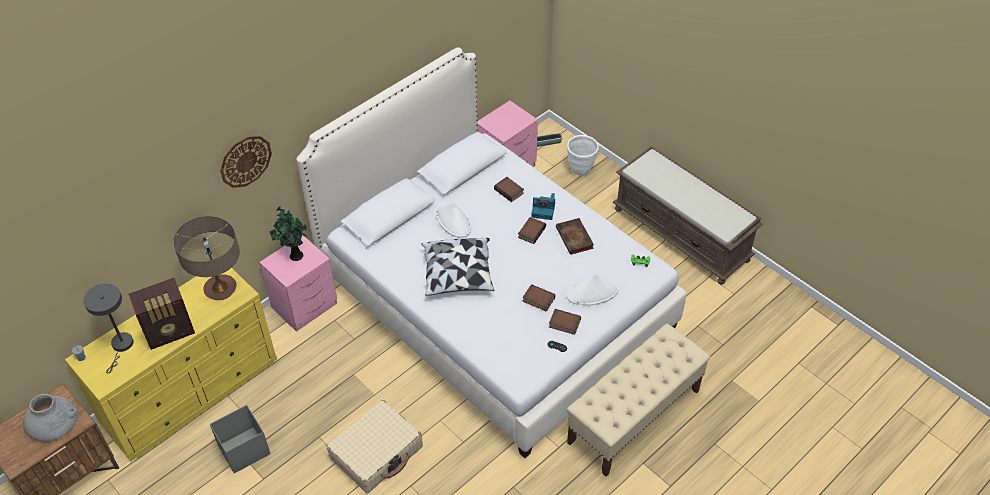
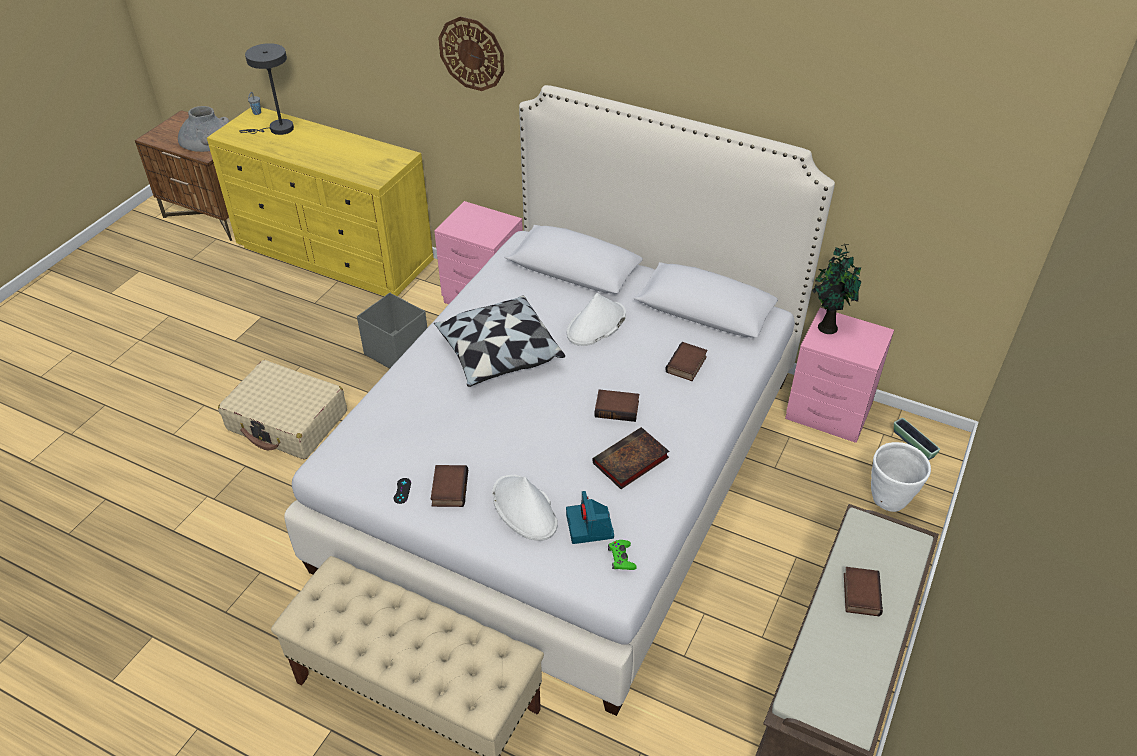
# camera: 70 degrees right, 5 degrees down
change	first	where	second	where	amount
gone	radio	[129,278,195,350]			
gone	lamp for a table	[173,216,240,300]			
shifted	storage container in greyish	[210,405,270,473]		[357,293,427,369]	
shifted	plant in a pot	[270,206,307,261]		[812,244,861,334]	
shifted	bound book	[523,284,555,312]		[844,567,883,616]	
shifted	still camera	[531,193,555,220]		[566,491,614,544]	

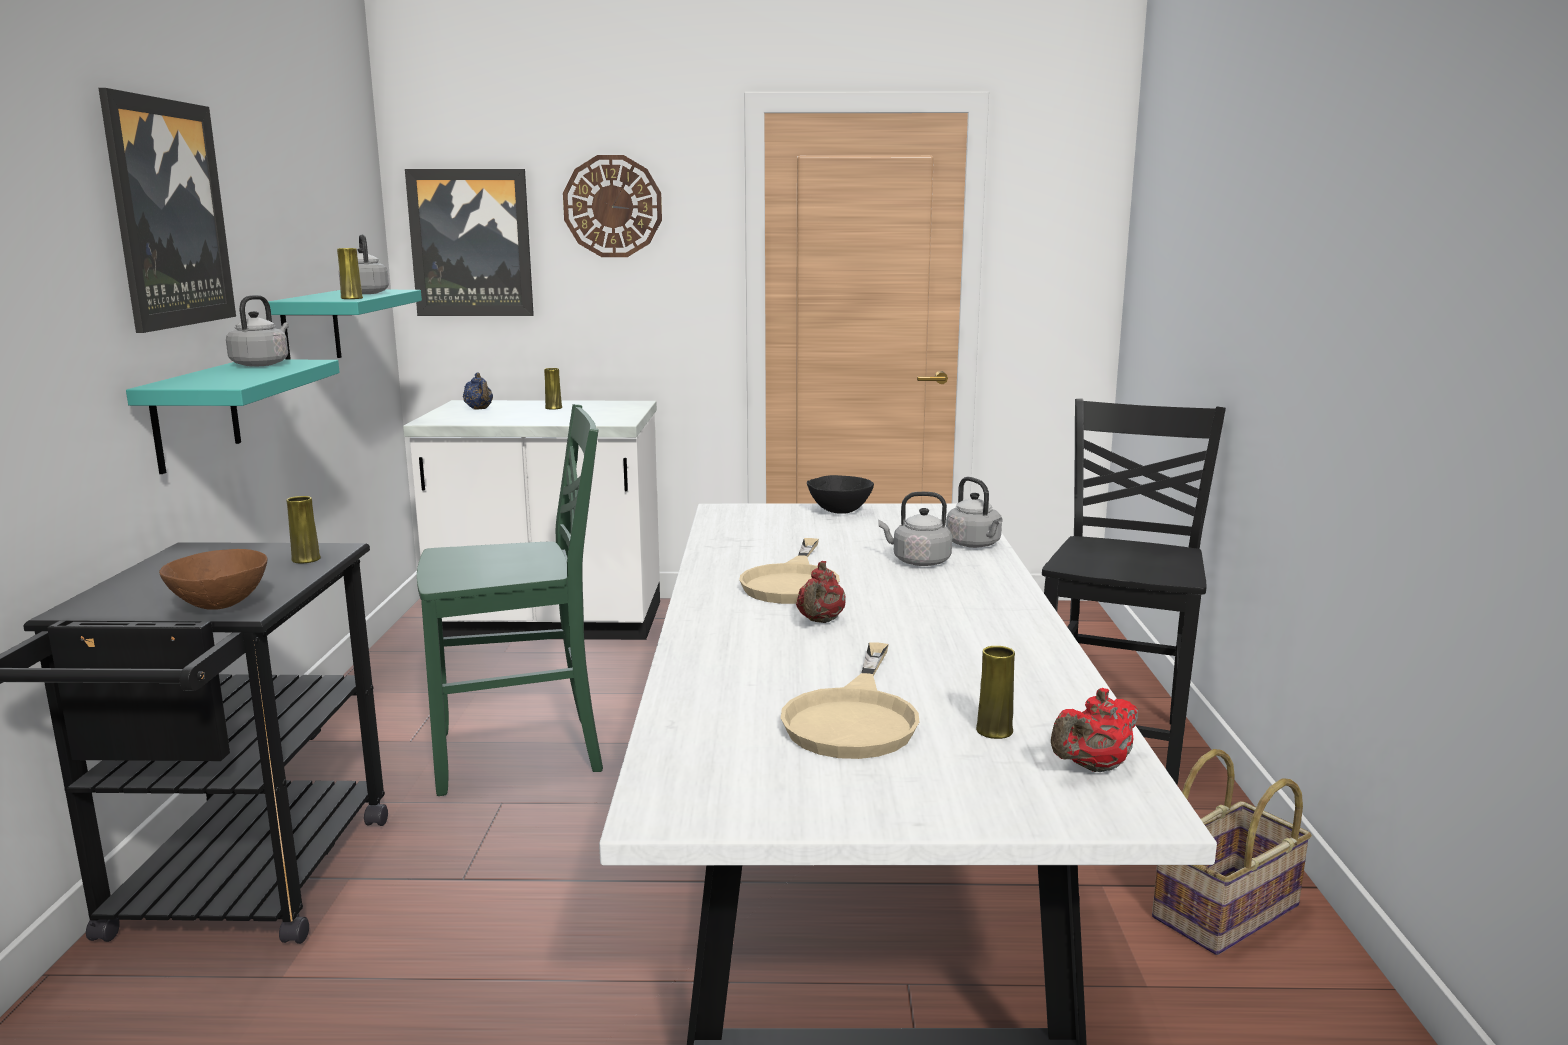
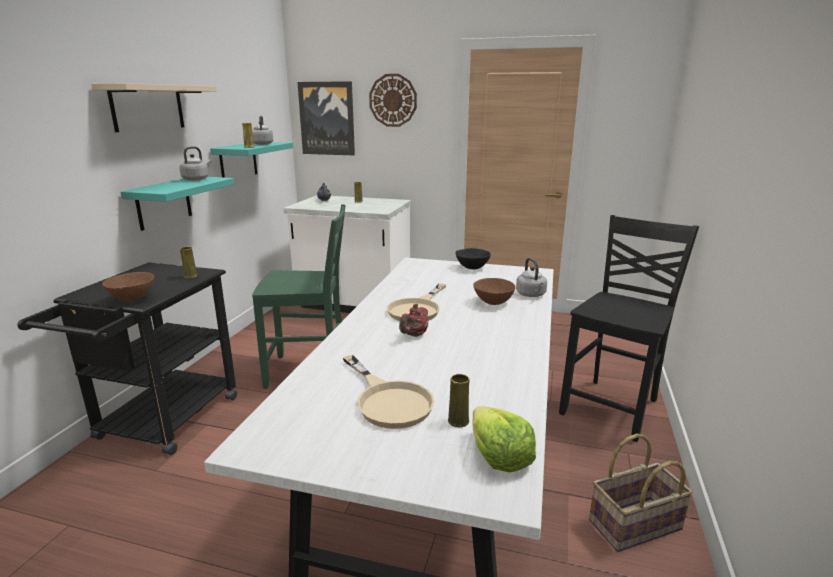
# camera: 15 degrees right, 5 degrees up
change	first	where	second	where	amount
swapped	picture	[99,88,236,333]	bracket shelf in beige-coloured	[91,83,216,132]	
swapped	tea kettle in greyish	[879,492,952,566]	bowl in brownish	[473,278,516,305]	
swapped	tea pot in reddish	[1051,688,1138,772]	lettuce	[473,406,536,473]	
rotated	skillet in beige-coloured	[781,642,919,759]		[343,355,435,429]	60 degrees counterclockwise

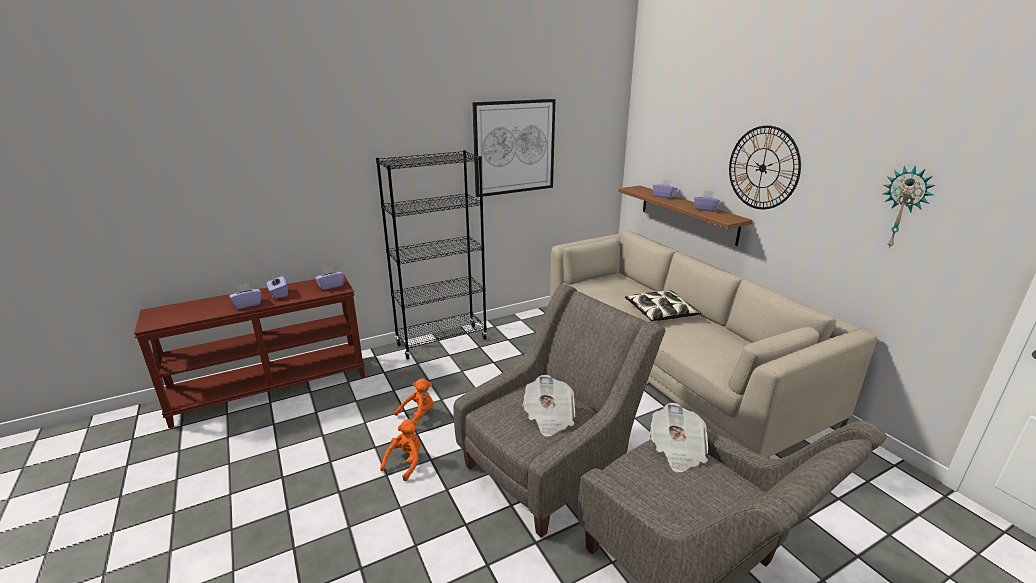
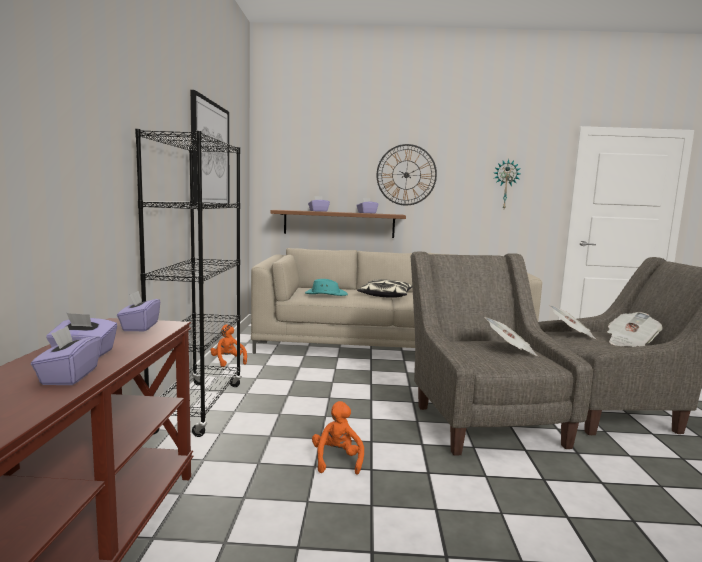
# camera: 60 degrees left, 15 degrees down
change	first	where	second	where	amount
new			clothing hat in turquoise	[305,279,348,296]	
new			printed paper	[607,312,663,347]	
shifted	soft toy in orange-coloured	[380,419,421,481]		[210,324,247,367]	

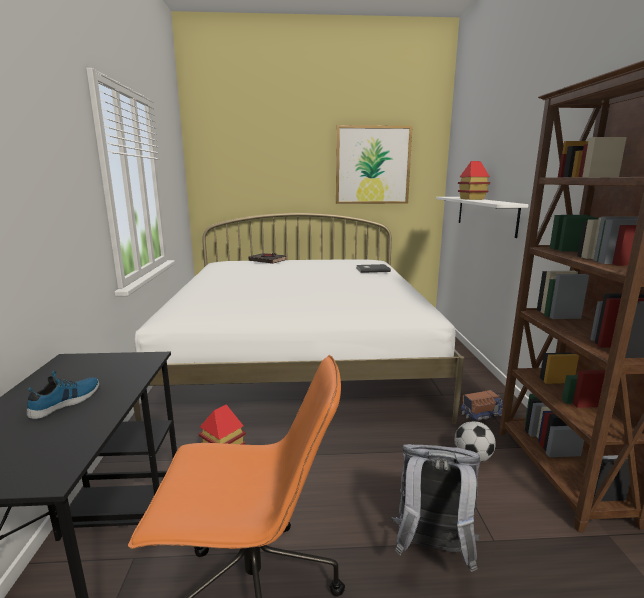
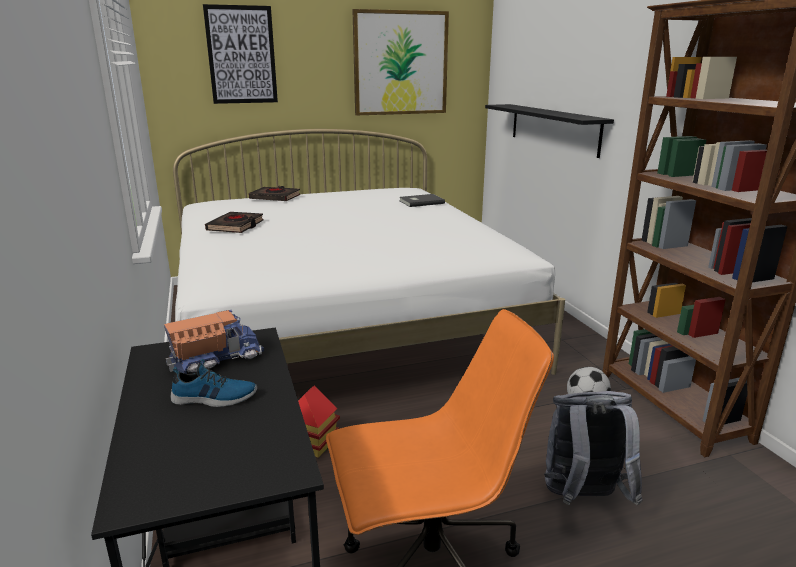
# camera: 15 degrees left, 5 degrees up
change	first	where	second	where	amount
gone	model house	[458,161,490,200]			
new			picture	[203,4,278,104]	
new			bound book in black-coloured	[205,212,264,233]	
shifted	toy lorry	[461,390,503,421]		[164,310,264,374]	
repainted	bracket shelf in whitish	[436,197,528,238]	bracket shelf in black-coloured	[485,104,614,158]	
rotated	shoe	[27,371,99,419]		[171,359,257,407]	75 degrees clockwise

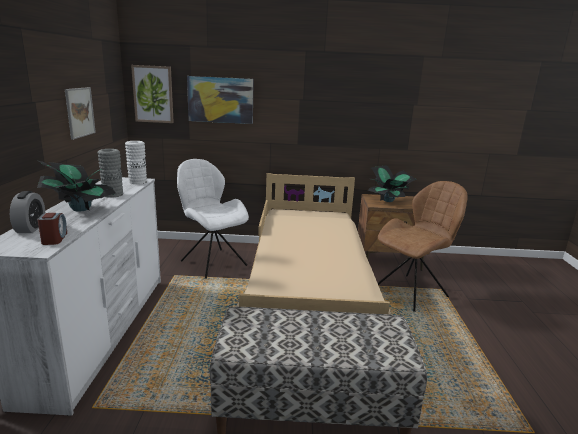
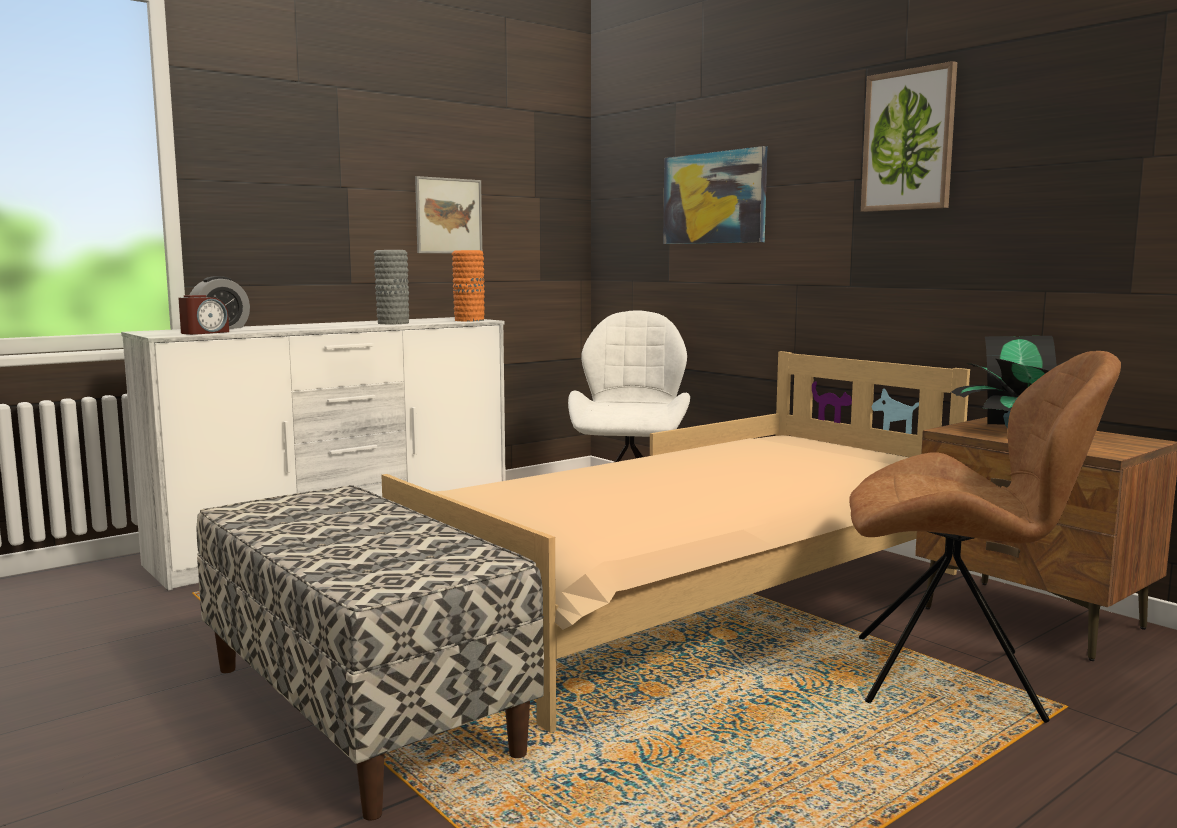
# camera: 50 degrees right, 10 degrees down
change	first	where	second	where	amount
gone	plant in a pot	[37,161,116,212]			
shifted	picture	[131,65,174,123]		[861,61,957,212]	
repainted	decorative vase in whitish	[125,141,147,184]	decorative vase in orange-coloured	[452,250,485,321]	

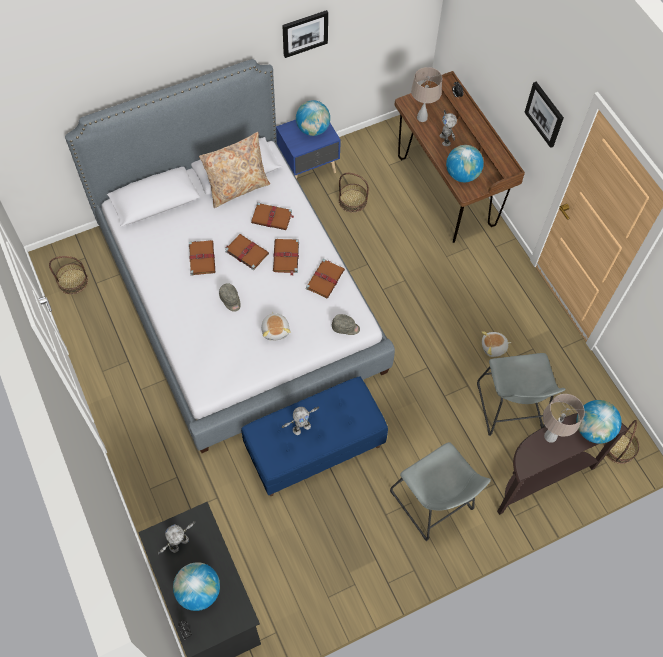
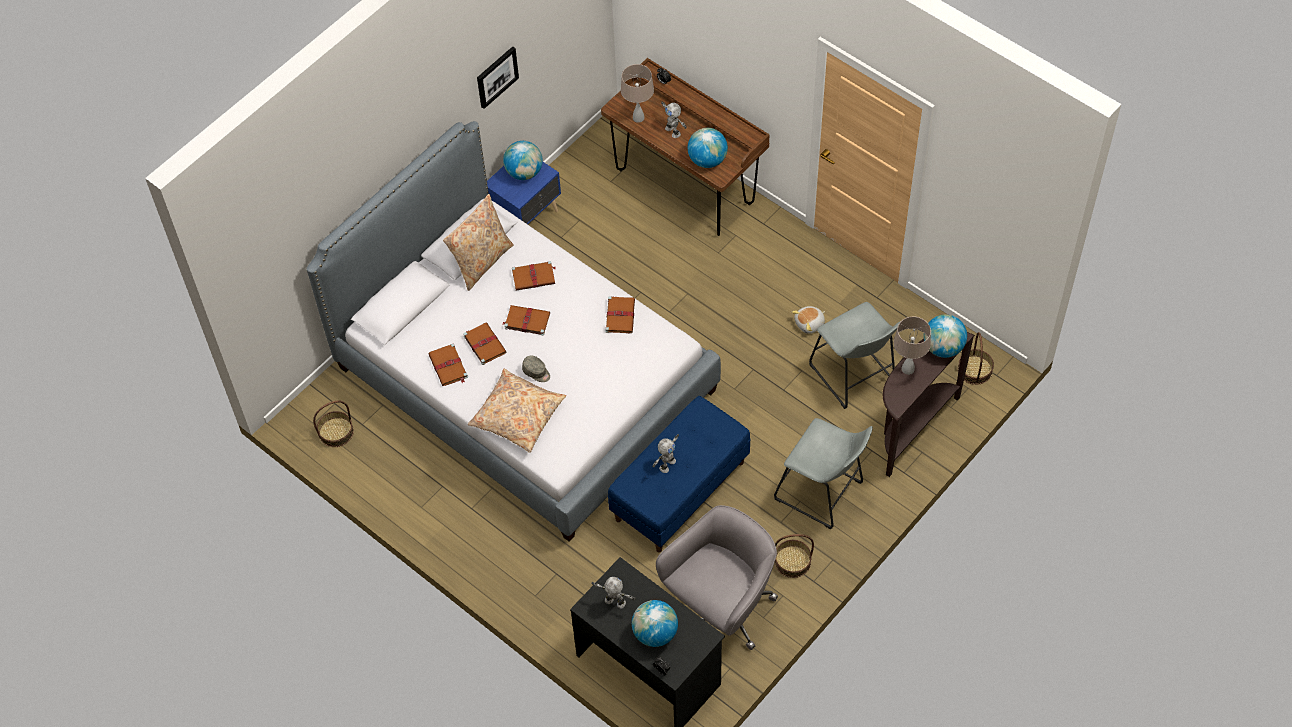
# camera: 20 degrees left, 5 degrees down
change	first	where	second	where	amount
gone	soft toy	[261,312,291,341]			
gone	baseball cap in greyish	[332,314,360,335]			
gone	picture	[524,82,564,148]			
new			cushion in beige-coloured	[468,368,566,453]	
new			office chair in greyish	[656,505,778,650]	
shifted	bound book in brownish	[273,239,299,276]		[428,343,468,386]	
shifted	basket	[339,173,369,213]		[774,534,814,578]	
rotated	robot figure	[158,521,195,554]		[591,577,636,609]	90 degrees clockwise

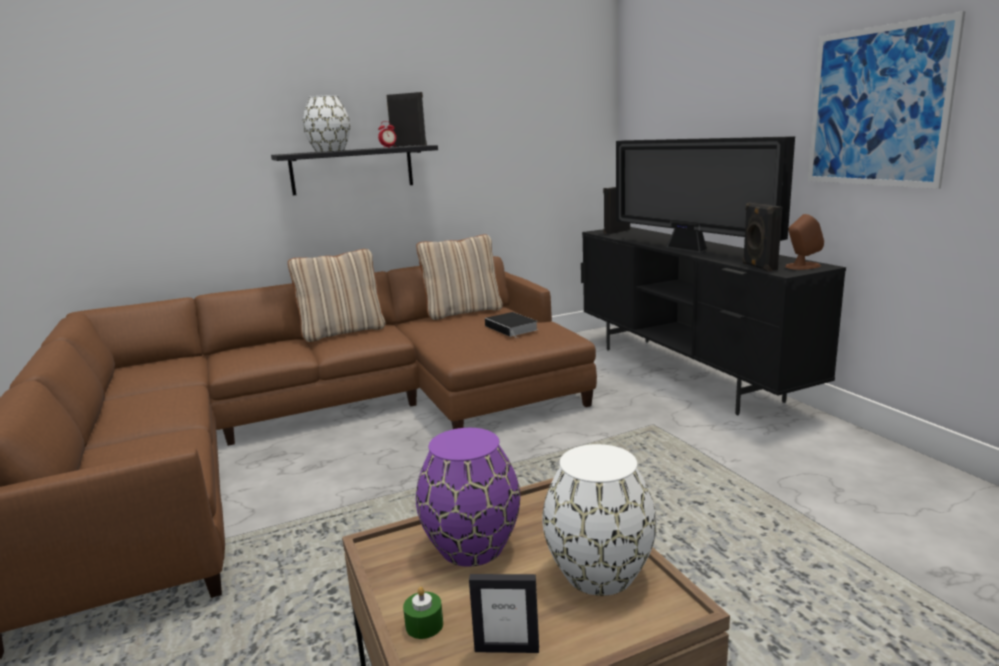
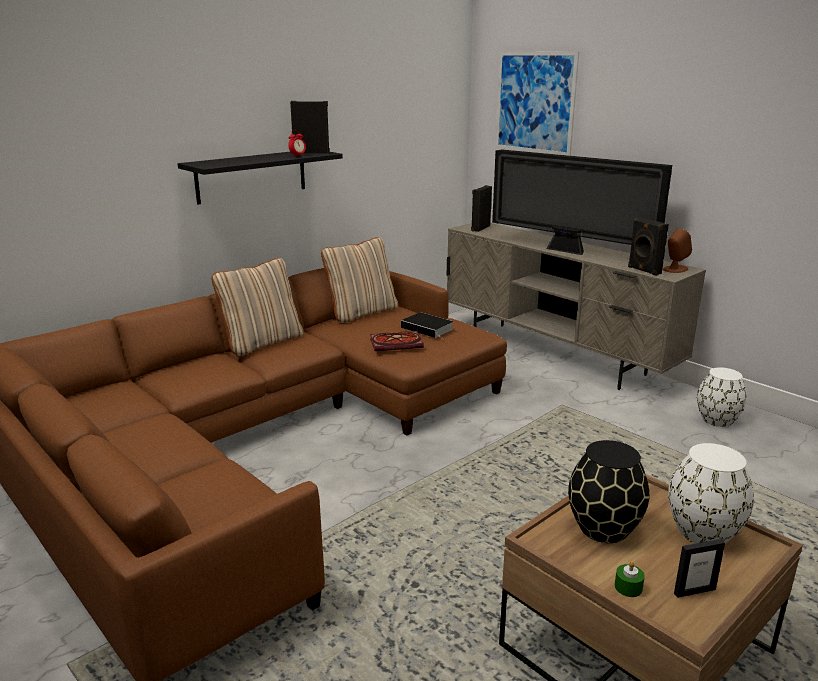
# camera: 20 degrees left, 5 degrees up
change	first	where	second	where	amount
new			bound book	[370,331,424,351]	
shifted	decorative vase in whitish	[303,95,350,152]		[697,367,747,427]	
shifted	picture	[808,11,965,189]		[495,51,580,156]	
repainted	decorative vase in purple-coloured	[416,428,520,567]	decorative vase in black-coloured	[568,440,649,543]	
repainted	media console in black-coloured	[581,227,846,415]	media console in beige-coloured	[447,223,706,390]	

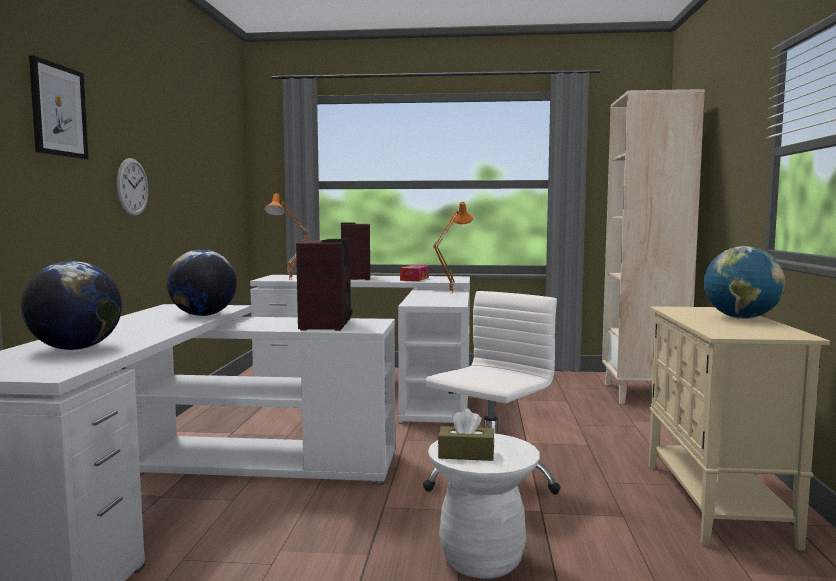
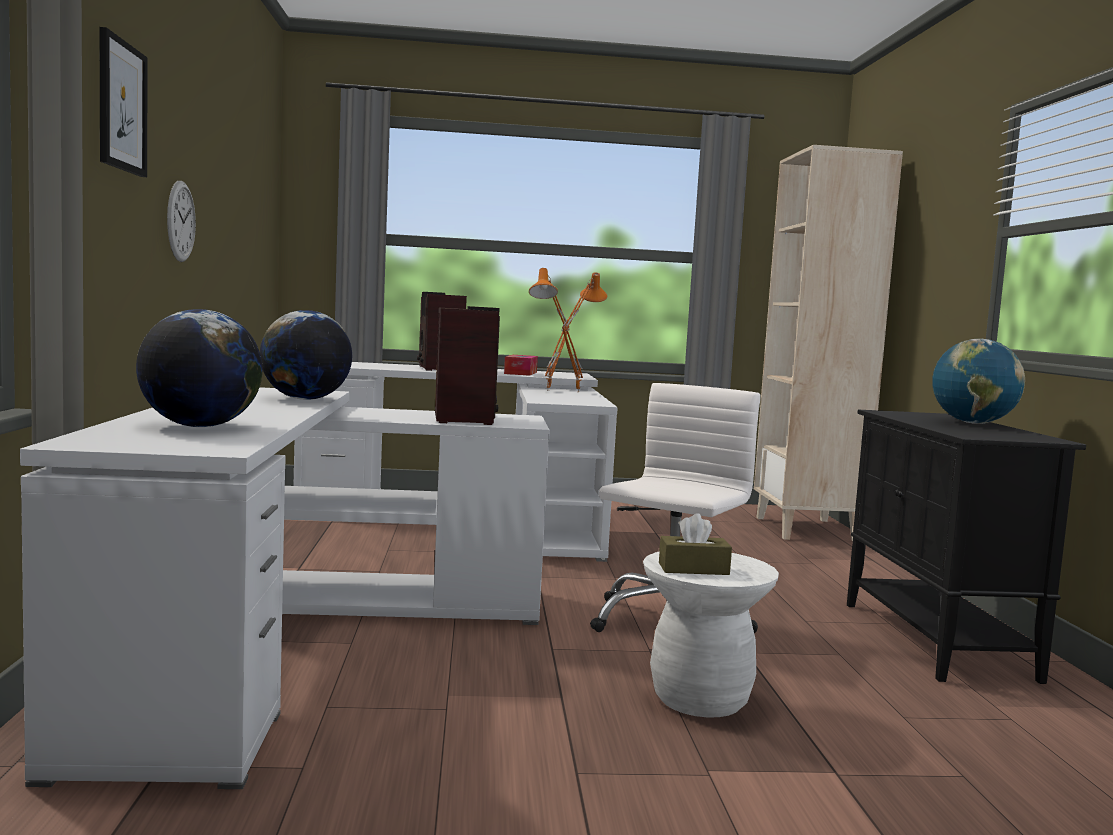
# camera: 10 degrees left, 0 degrees up
change	first	where	second	where	amount
shifted	lamp for a table in orange-coloured	[264,193,311,280]		[529,268,570,391]	
repainted	cabinet in beige-coloured	[649,306,830,550]	cabinet in black-coloured	[847,410,1086,684]	

